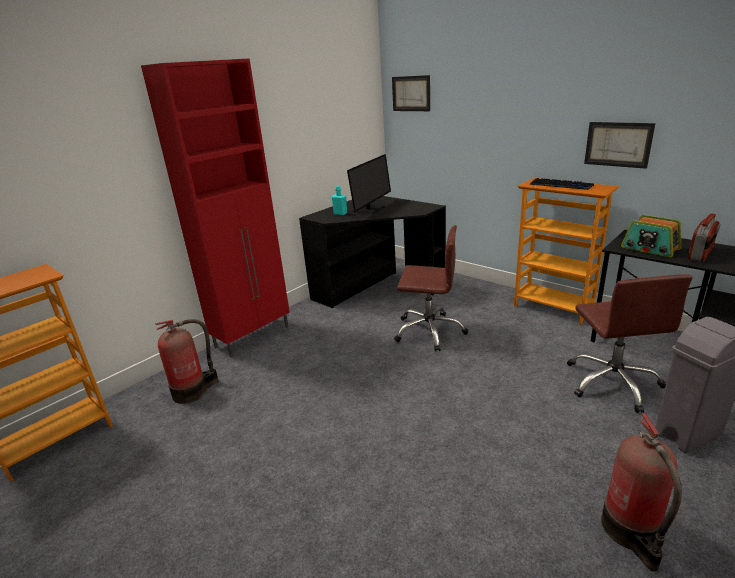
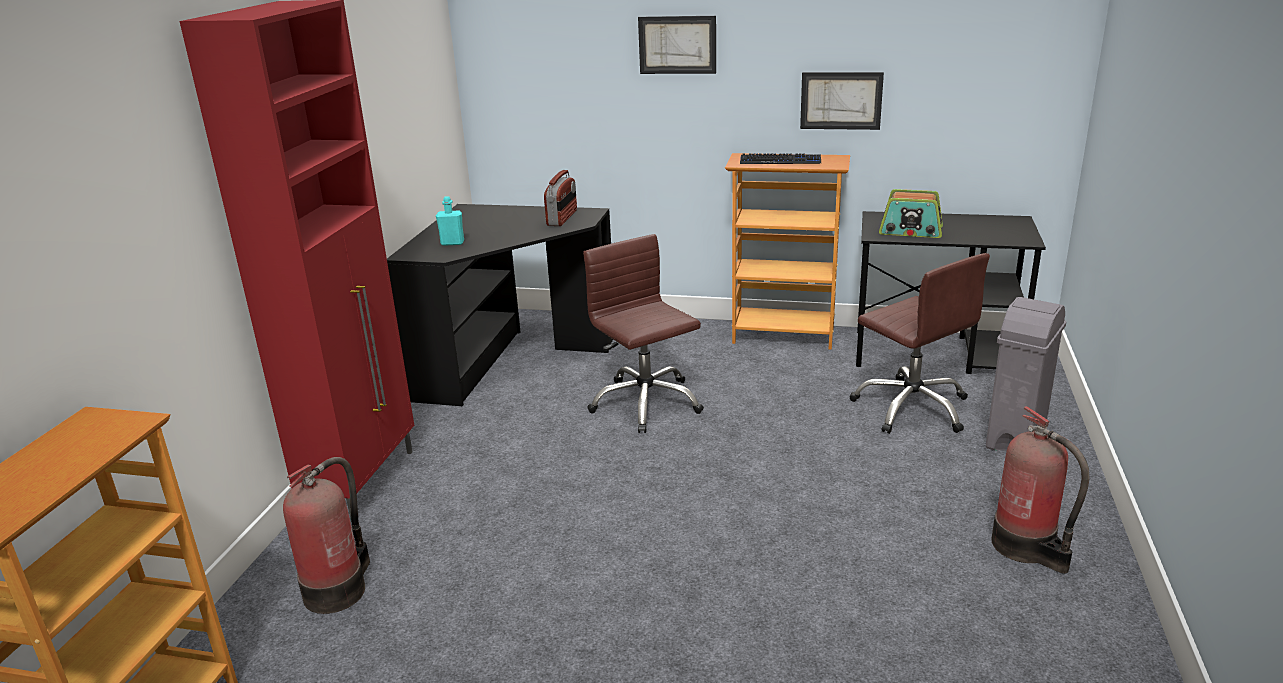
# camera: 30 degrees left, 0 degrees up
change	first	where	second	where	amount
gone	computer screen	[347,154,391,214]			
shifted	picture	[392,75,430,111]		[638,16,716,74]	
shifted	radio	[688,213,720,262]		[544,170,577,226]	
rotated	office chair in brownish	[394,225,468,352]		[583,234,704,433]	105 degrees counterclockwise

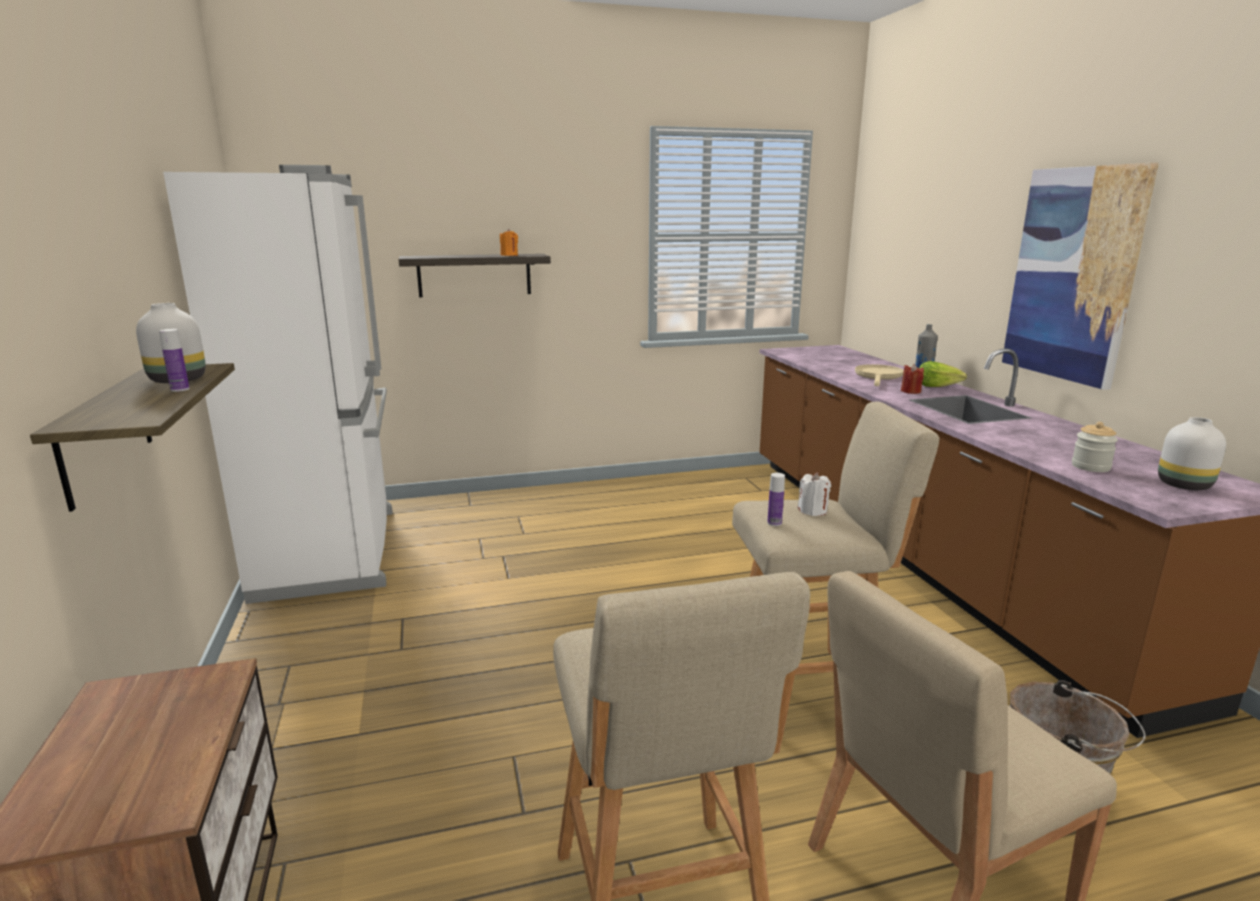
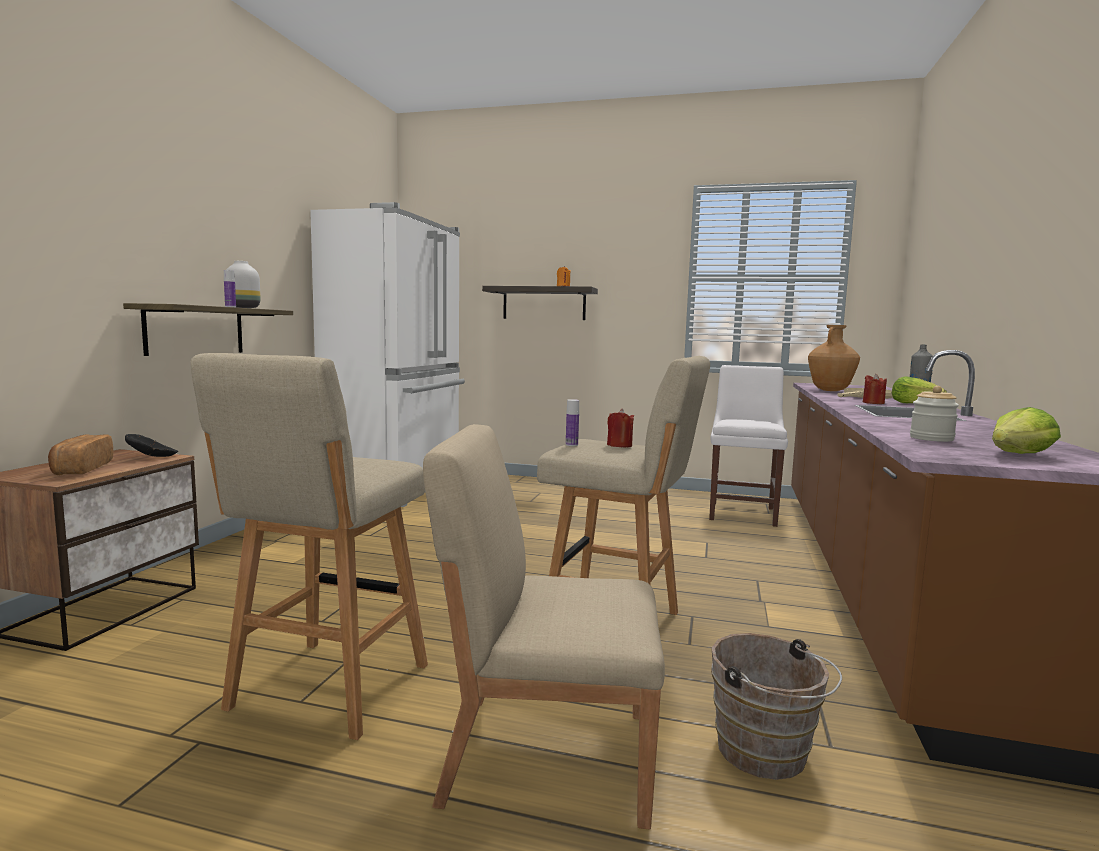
# camera: 30 degrees right, 10 degrees down
change	first	where	second	where	amount
gone	picture	[1002,163,1159,390]			
new			baked bread	[48,434,113,475]	
new			bowl in black-coloured	[125,434,178,457]	
new			chair in whitish	[709,365,788,527]	
new			decorative vase in brownish	[808,325,860,391]	
swapped	decorative vase in whitish	[1158,417,1226,490]	lettuce	[992,407,1061,454]	
repainted	wax candle in whitish	[798,472,831,516]	wax candle in reddish	[607,409,634,447]	

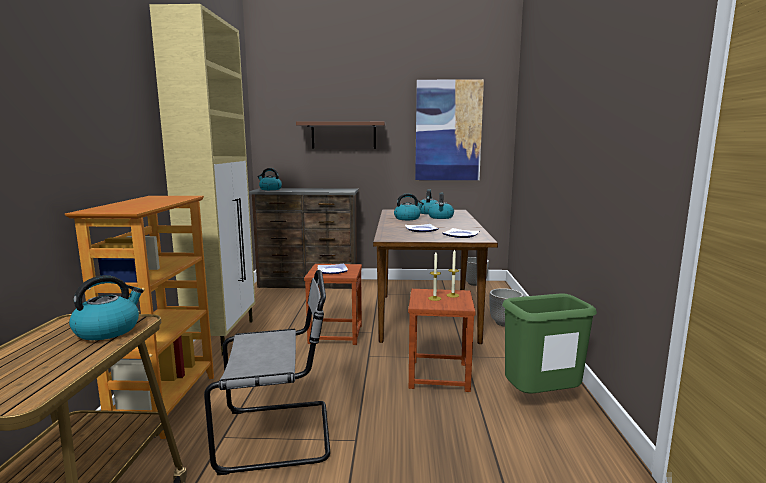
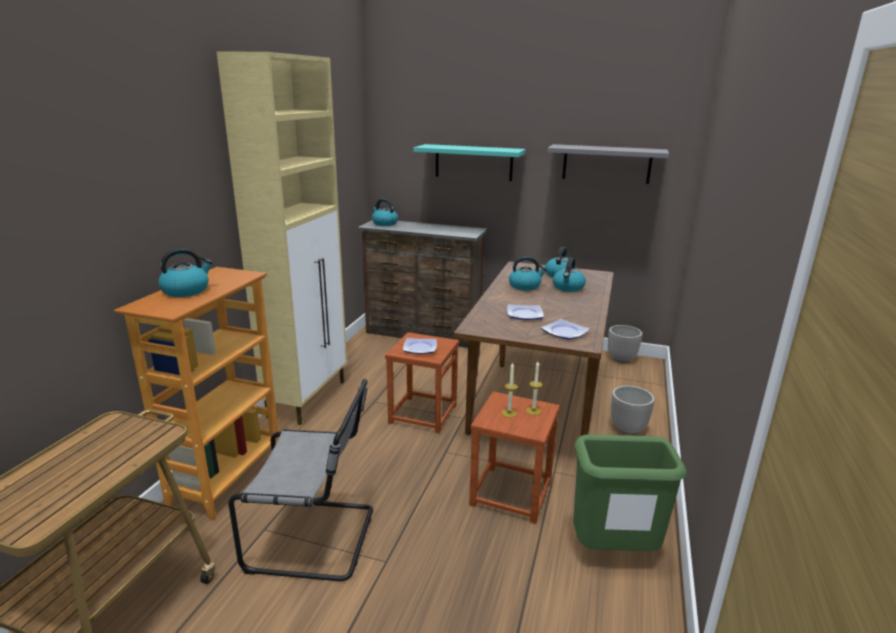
# camera: 15 degrees right, 10 degrees up
change	first	where	second	where	amount
shifted	tea kettle	[69,275,143,340]		[158,248,213,297]	
swapped	picture	[415,79,484,180]	bracket shelf in greyish	[547,144,669,184]	
repainted	bracket shelf in brownish	[296,121,385,149]	bracket shelf in turquoise	[413,144,526,181]	

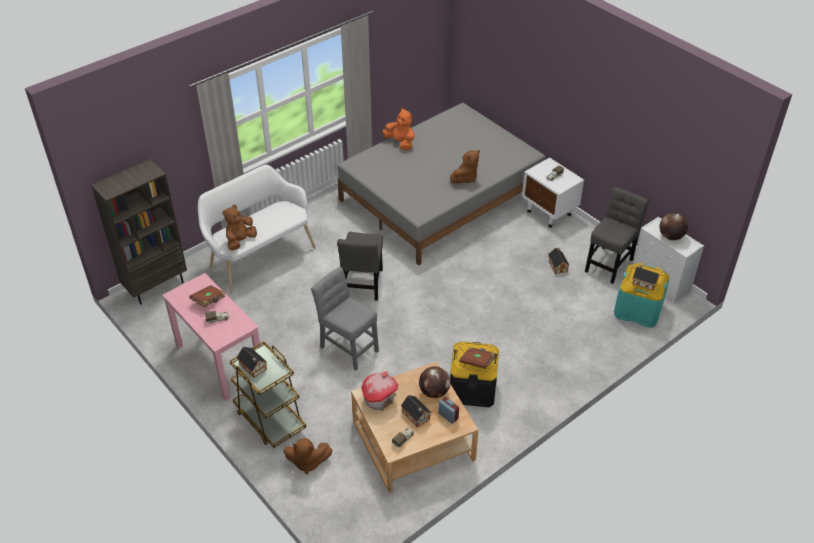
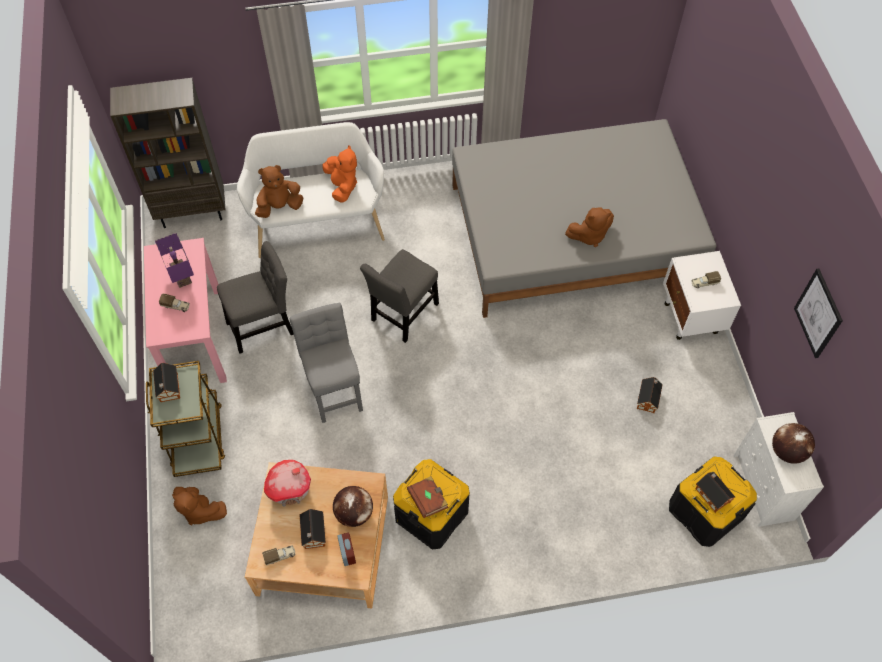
# camera: 30 degrees right, 15 degrees up
change	first	where	second	where	amount
new			picture	[794,269,843,358]	
shifted	soft toy in orange-coloured	[382,108,415,150]		[323,146,357,203]	
shifted	chair in greyish	[585,187,649,284]		[217,241,294,354]	
swapped	bound book in brownish	[189,285,226,307]	lamp for a table in purple-coloured	[155,233,194,288]	
repainted	storage container in turquoise	[614,263,669,328]	storage container in black-coloured	[669,457,757,547]	

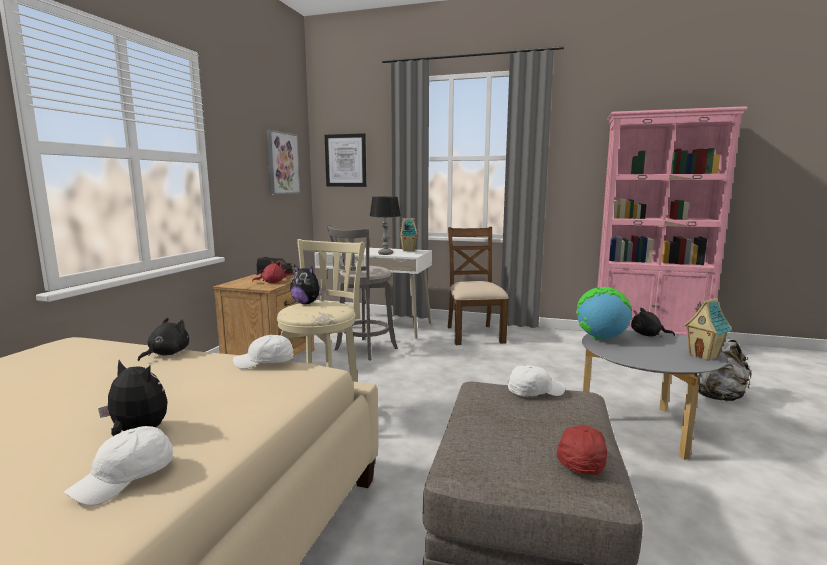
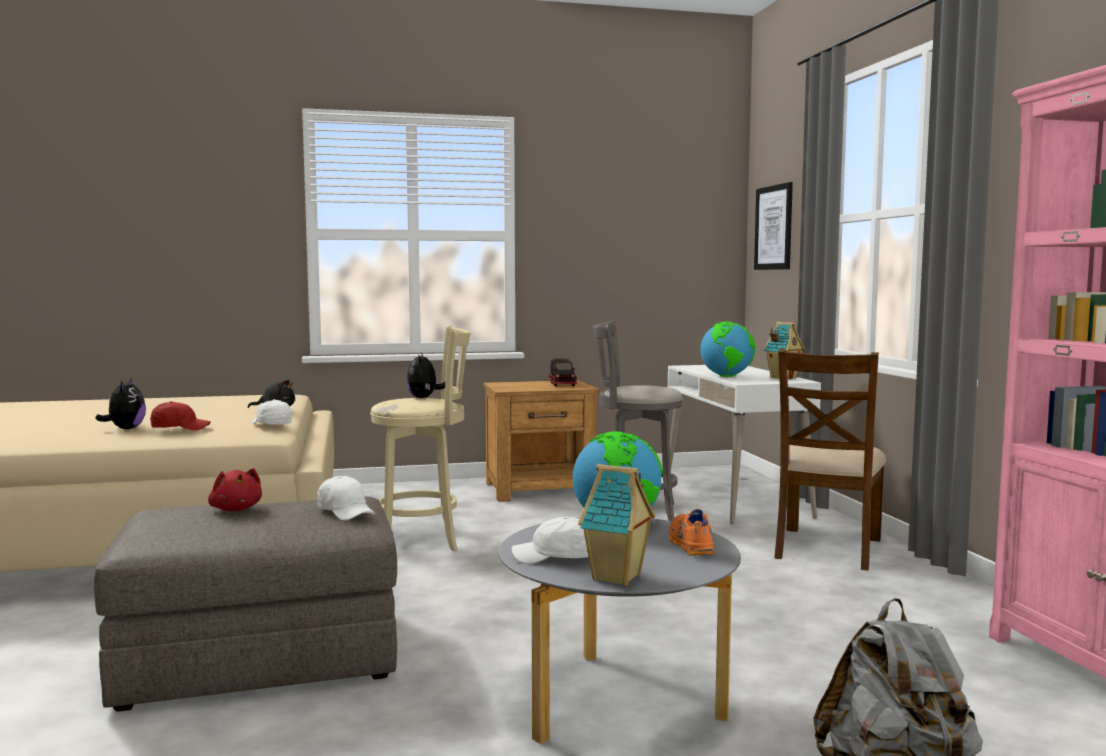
# camera: 60 degrees right, 5 degrees down
change	first	where	second	where	amount
gone	picture	[267,130,300,194]			
shifted	baseball cap in whitish	[64,426,173,506]		[512,517,588,564]	
shifted	soft toy in reddish	[252,262,285,283]		[208,468,262,511]	
shifted	baseball cap in reddish	[557,425,607,475]		[150,401,211,430]	
swapped	lamp for a table	[370,197,401,255]	world globe	[700,321,755,377]	
swapped	soft toy in black-coloured	[631,307,675,337]	shoe in orange-coloured	[669,509,715,556]	
rotated	chair in brownish	[448,227,509,345]		[774,349,886,571]	150 degrees clockwise

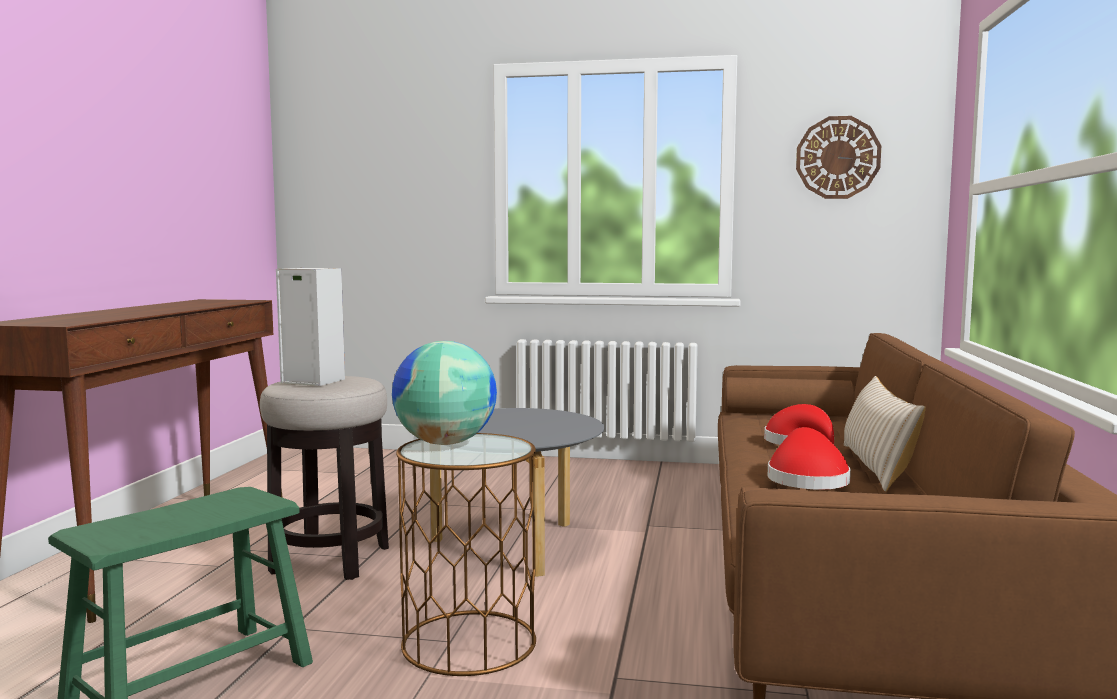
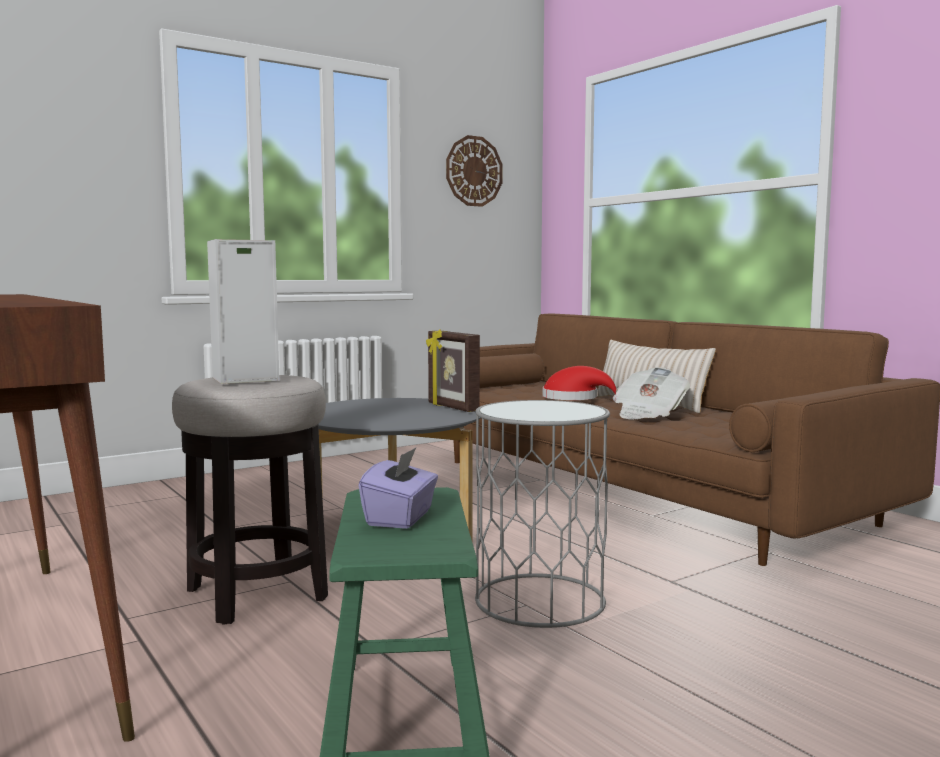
# camera: 45 degrees left, 0 degrees up
change	first	where	second	where	amount
gone	world globe	[392,341,497,445]			
new			tissue box in purple-coloured	[359,448,438,529]	
new			photo frame	[426,329,480,412]	
swapped	clothing hat in reddish	[768,427,851,490]	printed paper	[615,367,690,420]	
repainted	end table in brownish	[396,433,536,676]	end table in greyish	[475,400,610,628]	

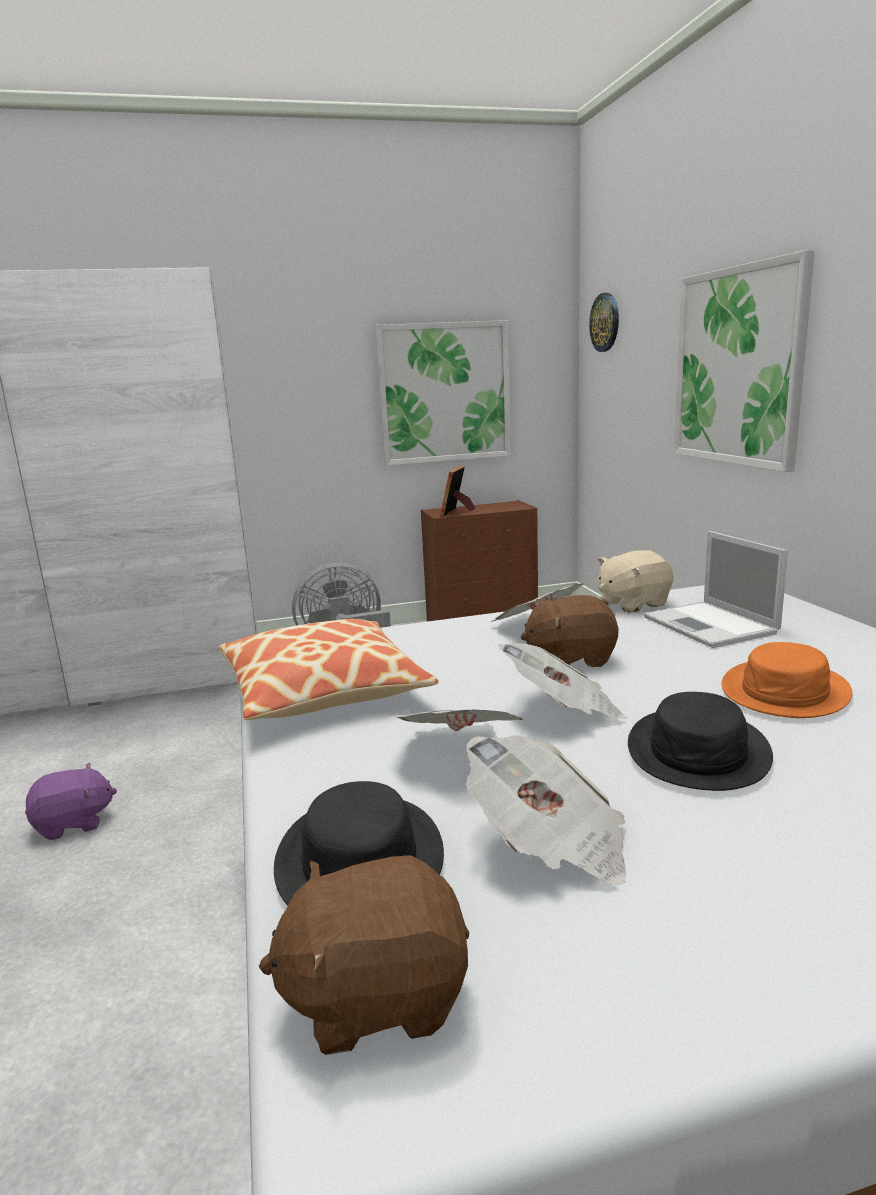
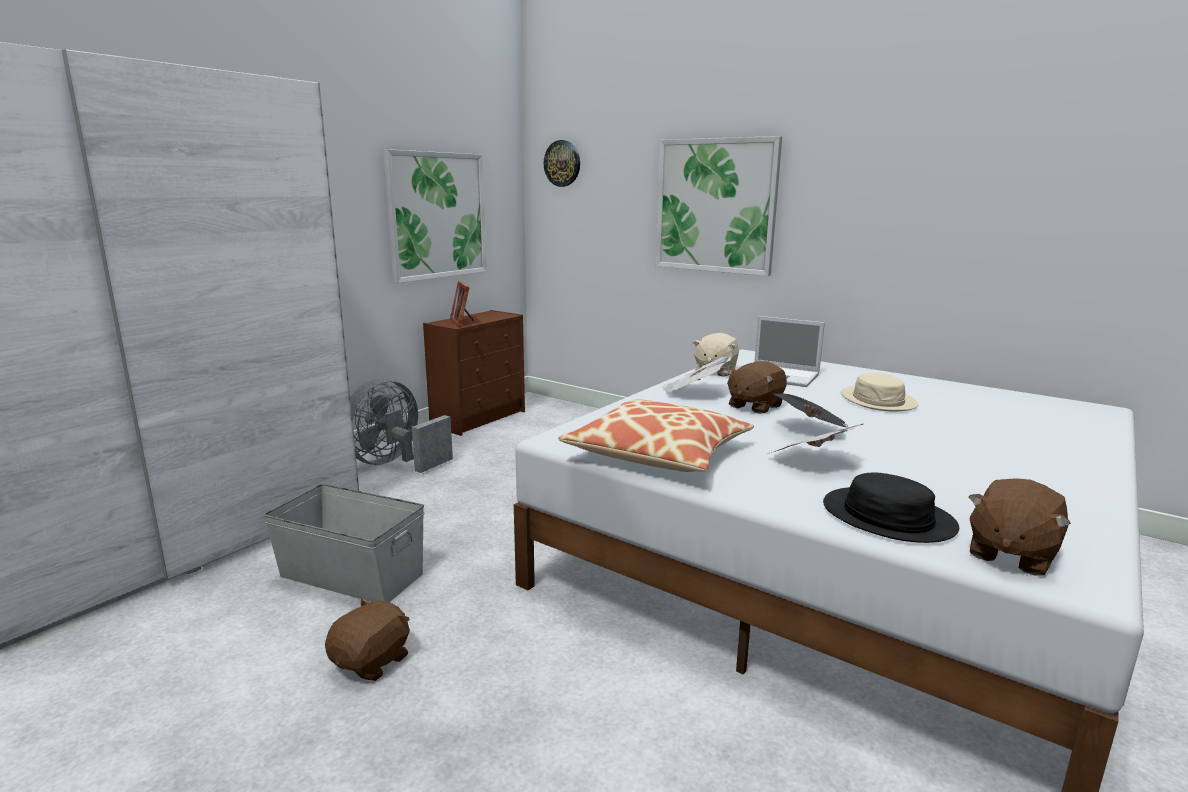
# camera: 40 degrees left, 0 degrees up
change	first	where	second	where	amount
gone	printed paper	[466,735,626,885]			
gone	clothing hat in black-coloured	[628,692,773,791]			
new			storage container in greyish	[263,484,424,602]	
repainted	soft toy in purple-coloured	[25,763,117,840]	soft toy in brownish	[325,599,410,681]	
repainted	clothing hat in orange-coloured	[722,642,852,718]	clothing hat in beige-coloured	[841,373,919,411]	

